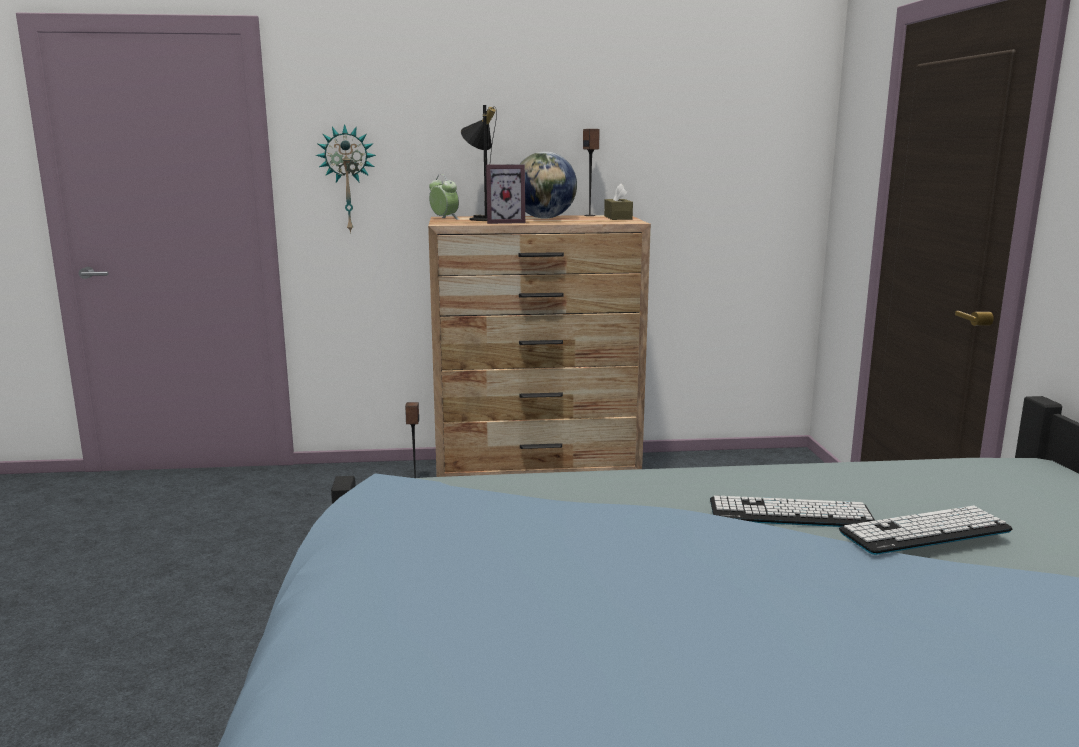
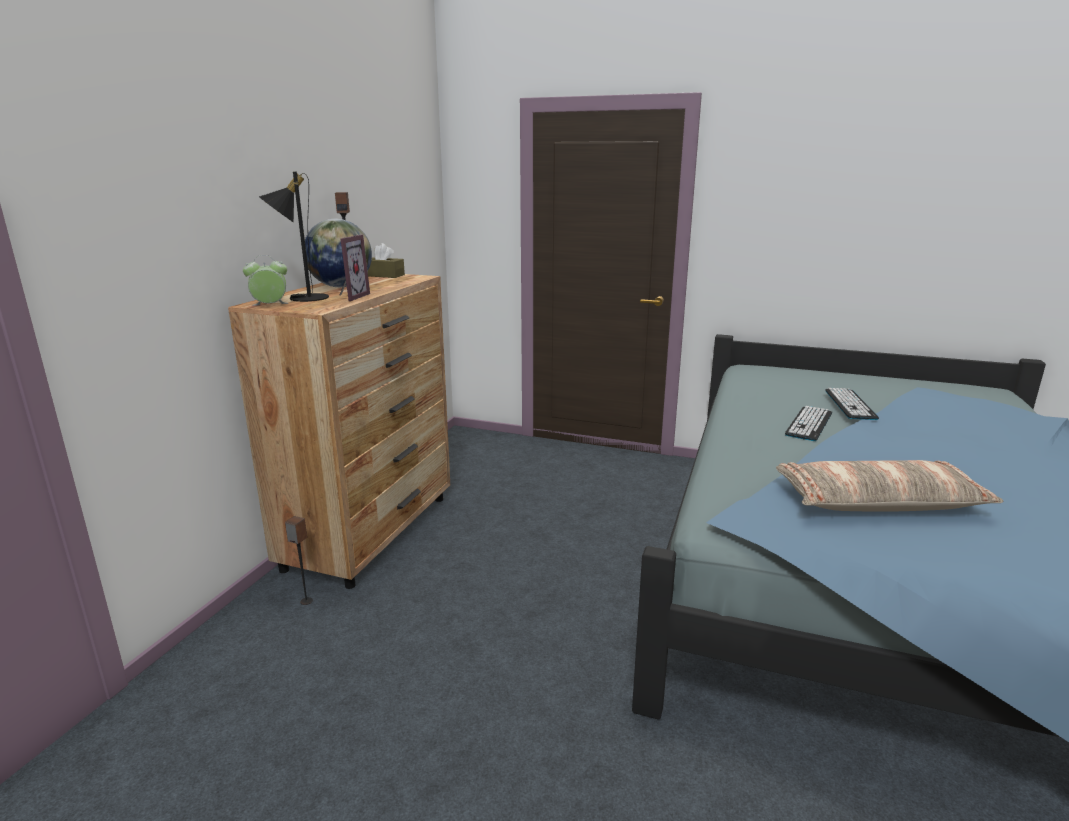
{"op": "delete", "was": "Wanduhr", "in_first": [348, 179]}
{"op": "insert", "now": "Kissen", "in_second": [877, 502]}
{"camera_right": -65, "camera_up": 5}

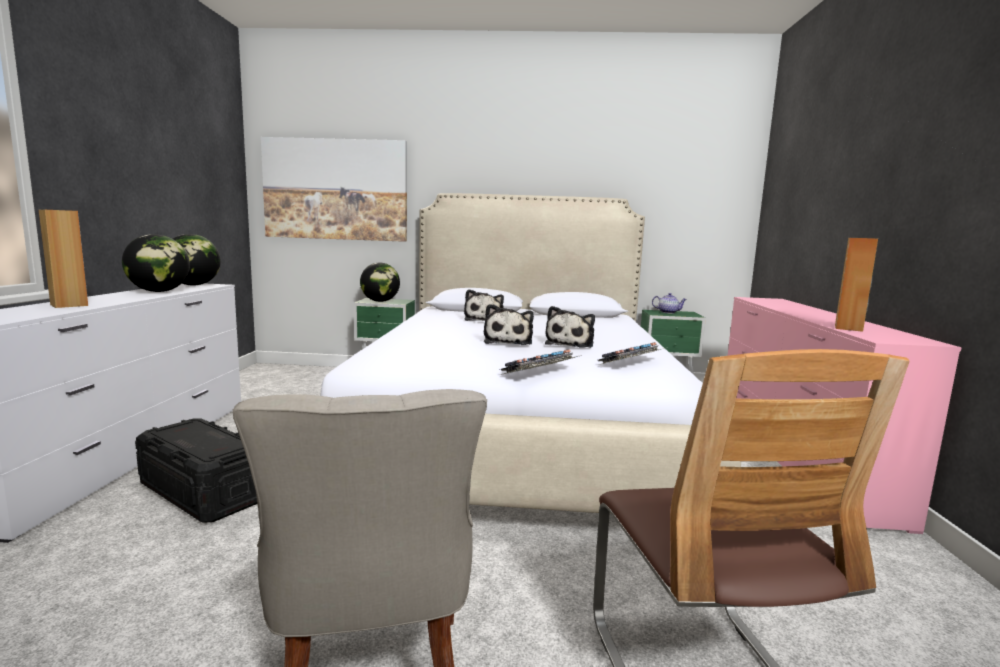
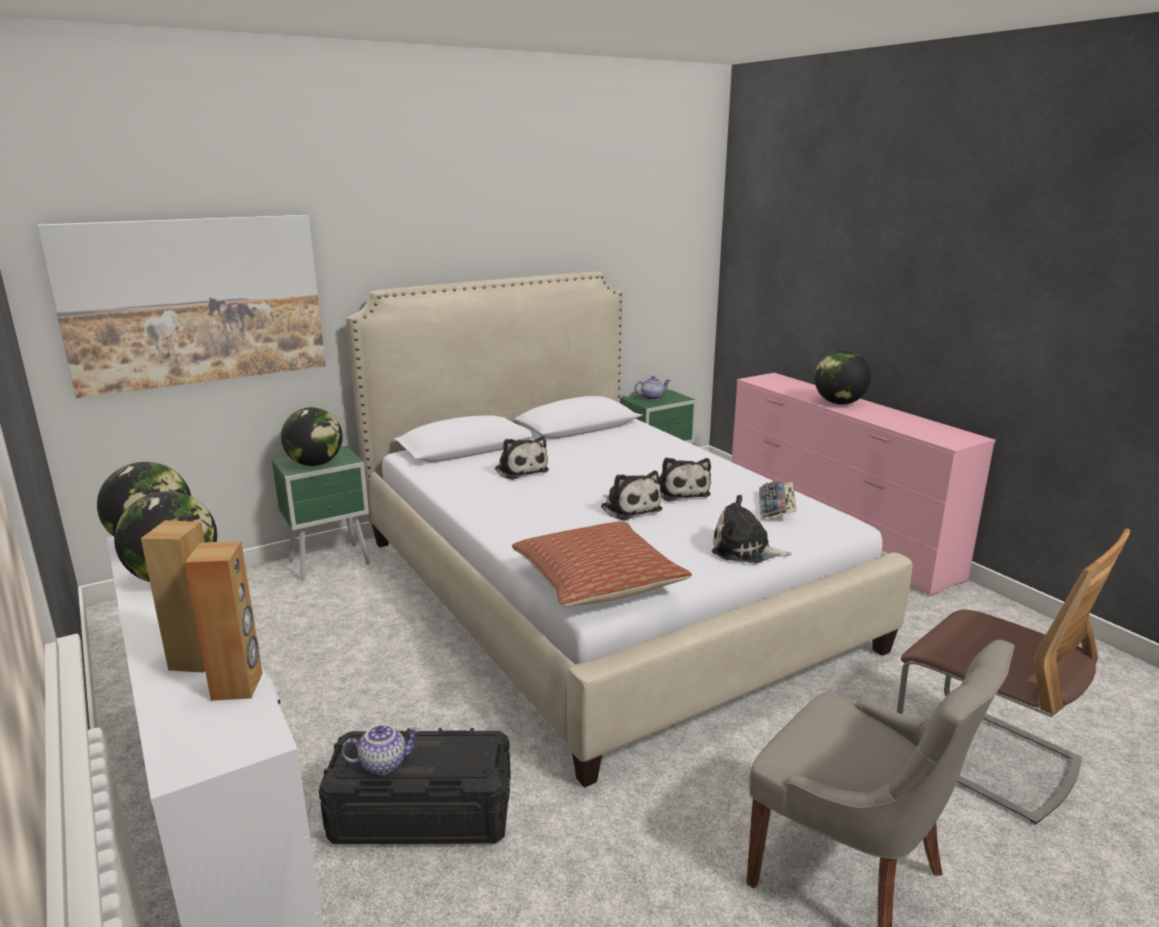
{"op": "move", "was": "Lautsprecher/braun", "in_first": [849, 328], "in_second": [238, 686]}
{"op": "replace", "was": "Tastatur", "now": "Plüschtier", "in_first": [540, 373], "in_second": [745, 550]}
{"op": "insert", "now": "Globus", "in_second": [839, 403]}
{"op": "insert", "now": "Kissen", "in_second": [597, 582]}
{"op": "insert", "now": "Teekanne", "in_second": [383, 763]}
{"camera_right": -35, "camera_up": 10}

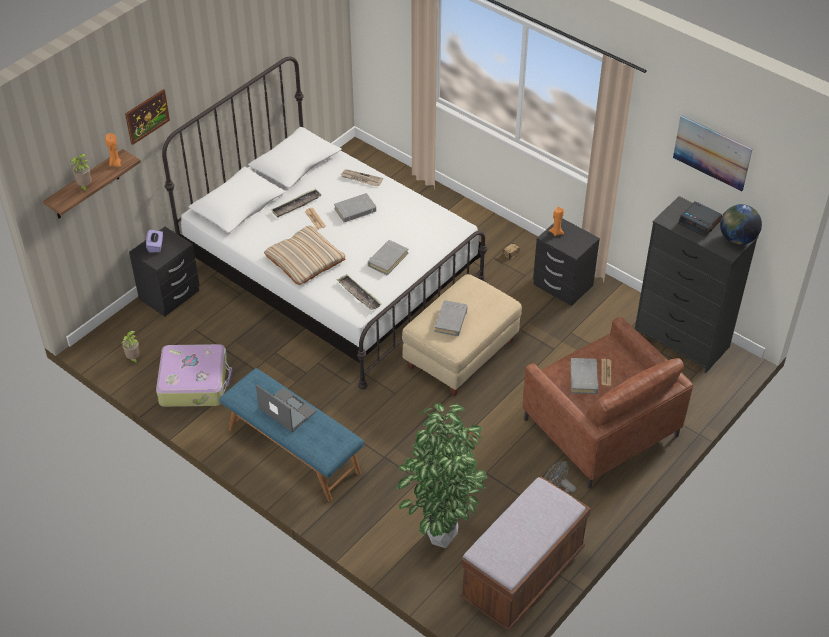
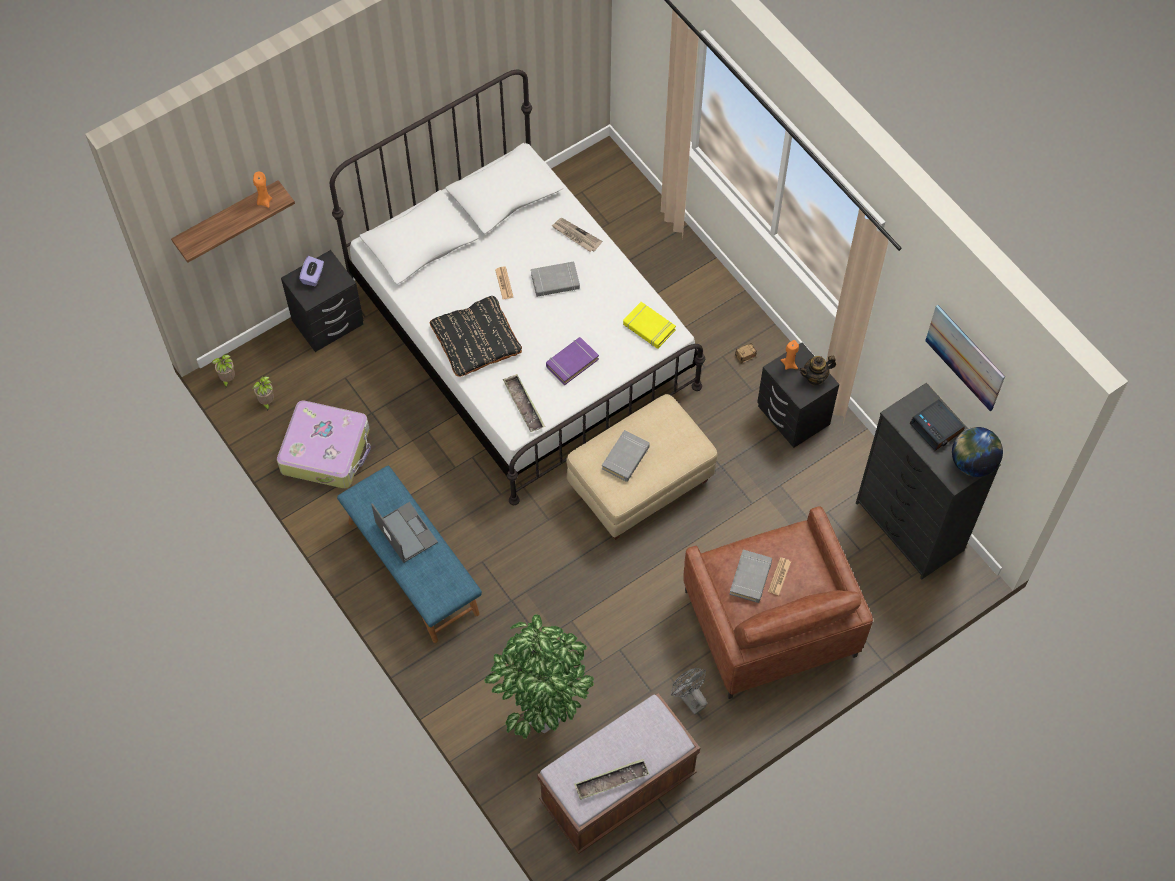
{"op": "delete", "was": "Bild", "in_first": [147, 116]}
{"op": "move", "was": "Topfpflanze", "in_first": [84, 187], "in_second": [227, 379]}
{"op": "move", "was": "Tablett", "in_first": [296, 205], "in_second": [611, 781]}
{"op": "recolor", "was": "Kissen/beige", "now": "Kissen/schwarz", "in_first": [305, 259], "in_second": [476, 340]}
{"op": "recolor", "was": "Buch/grau", "now": "Buch/lila", "in_first": [387, 259], "in_second": [572, 362]}
{"op": "insert", "now": "Buch/gelb", "in_second": [648, 327]}
{"op": "insert", "now": "Teekanne", "in_second": [815, 377]}
{"camera_right": 15, "camera_up": 15}

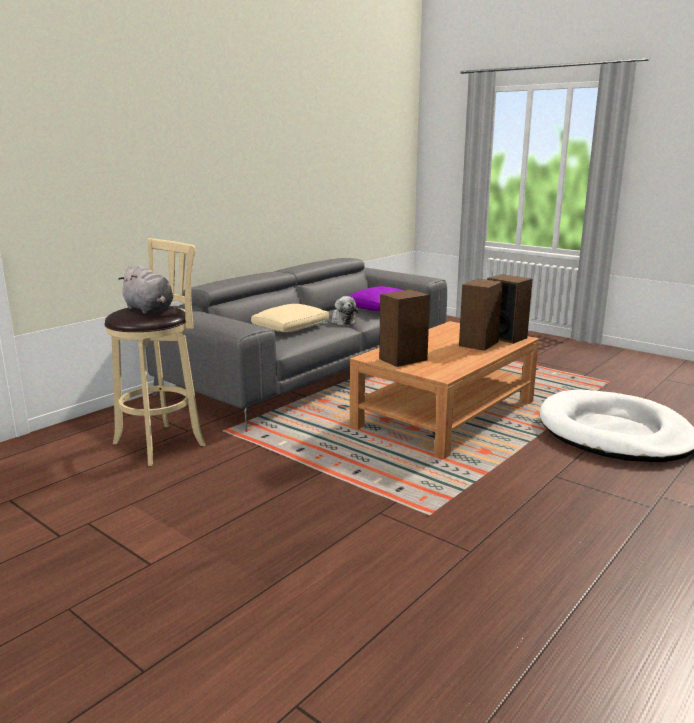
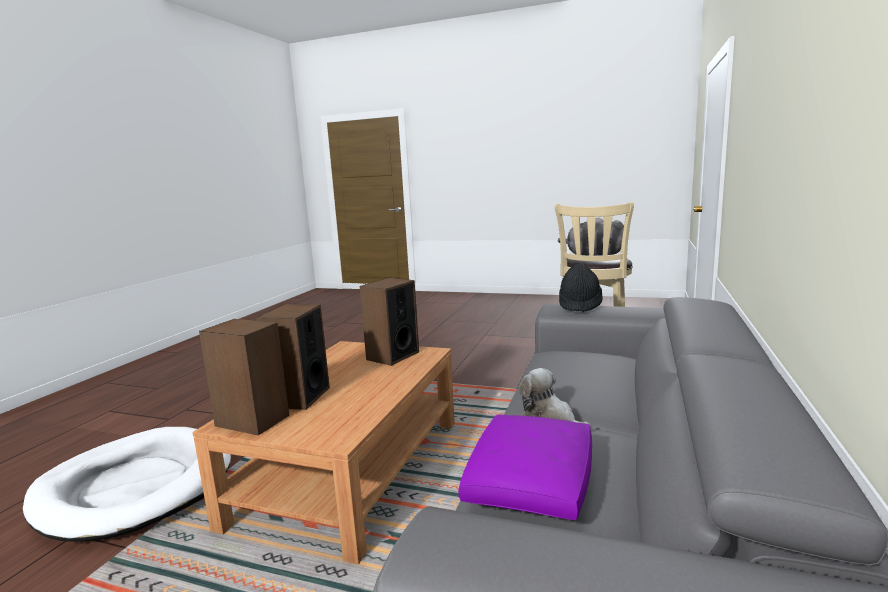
{"op": "delete", "was": "Kissen/beige", "in_first": [291, 328]}
{"op": "insert", "now": "Hut/schwarz", "in_second": [580, 305]}
{"camera_right": 160, "camera_up": -5}

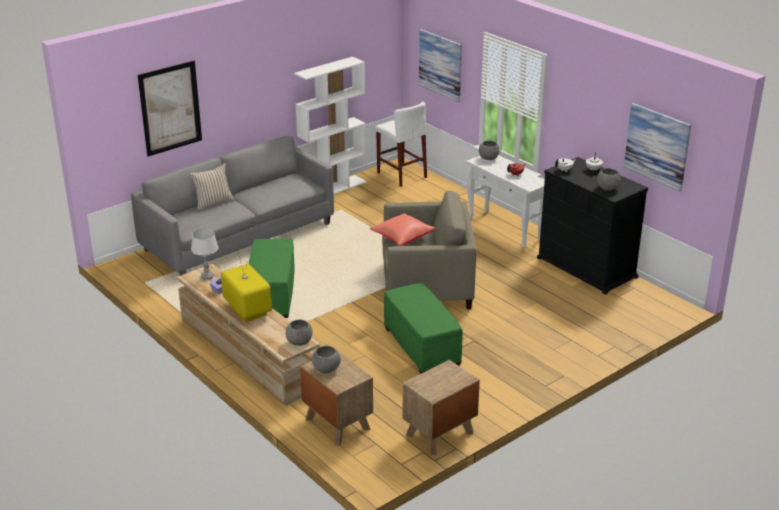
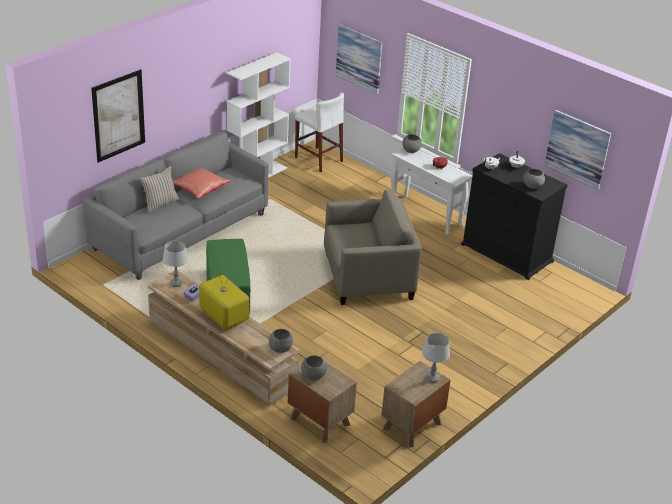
{"op": "move", "was": "Kissen/rot", "in_first": [402, 238], "in_second": [200, 189]}
{"op": "delete", "was": "Polsterhocker/grün", "in_first": [421, 346]}
{"op": "insert", "now": "Tischlampe/grau", "in_second": [432, 379]}
{"camera_right": -10, "camera_up": 5}

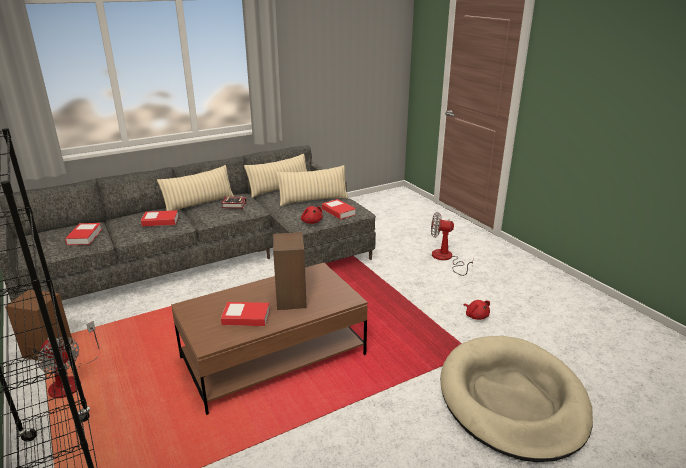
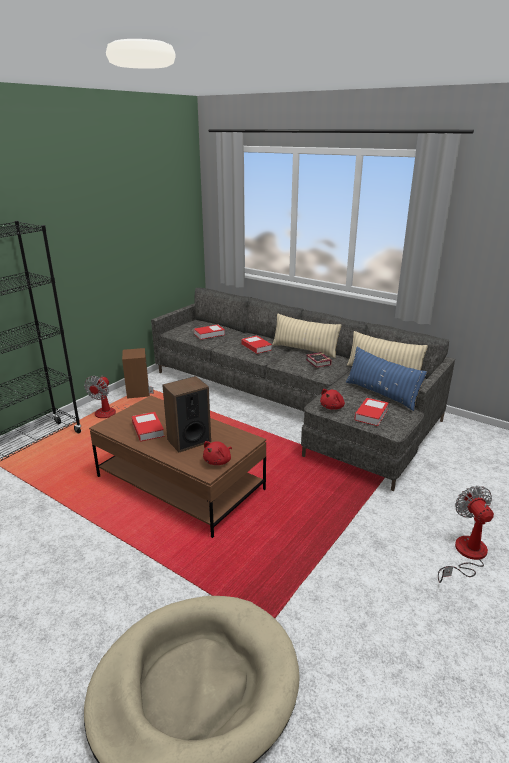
{"op": "recolor", "was": "Kissen/beige", "now": "Kissen/blau", "in_first": [313, 200], "in_second": [381, 394]}
{"op": "move", "was": "Plüschtier/rot", "in_first": [476, 316], "in_second": [218, 461]}
{"camera_right": 65, "camera_up": 0}

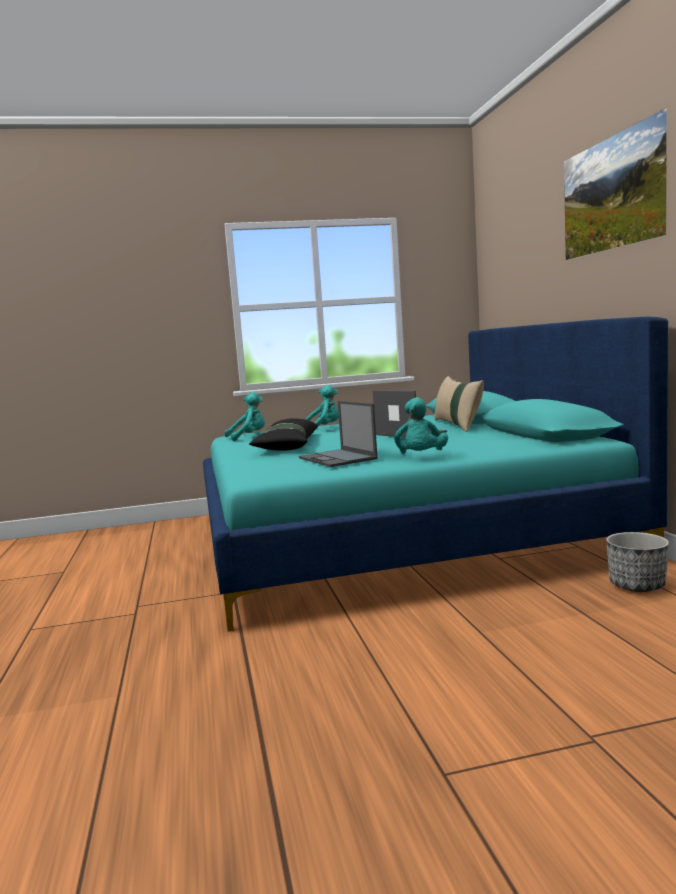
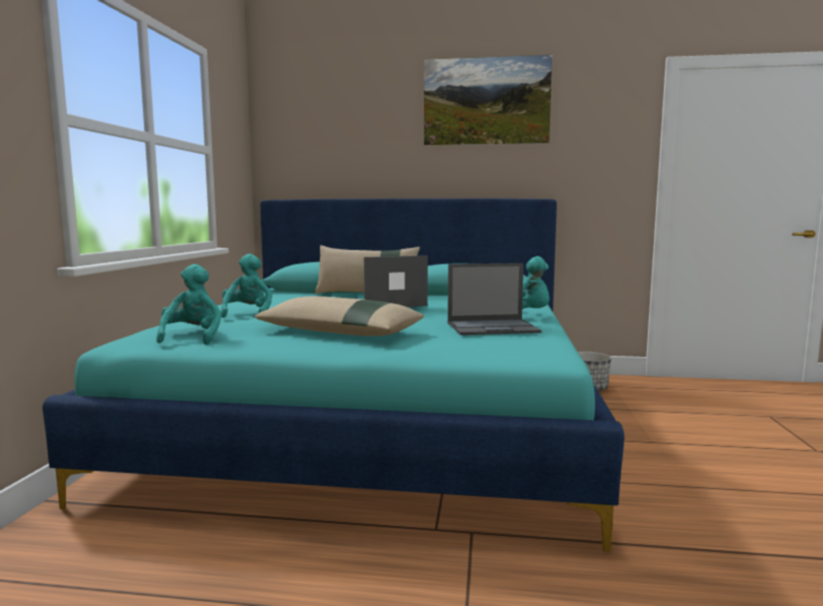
{"op": "recolor", "was": "Kissen/schwarz", "now": "Kissen/beige", "in_first": [287, 446], "in_second": [339, 332]}
{"camera_right": -70, "camera_up": 0}

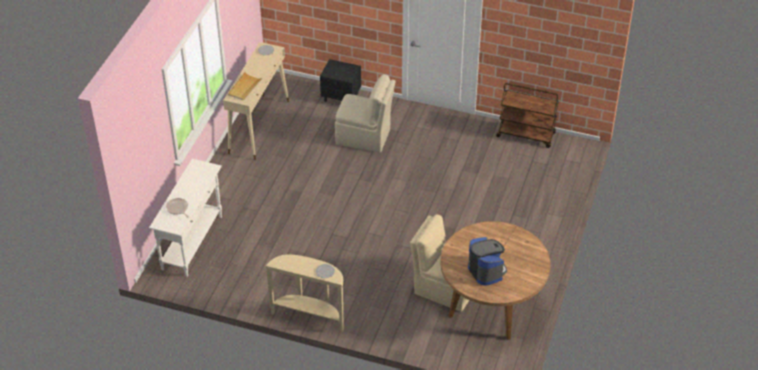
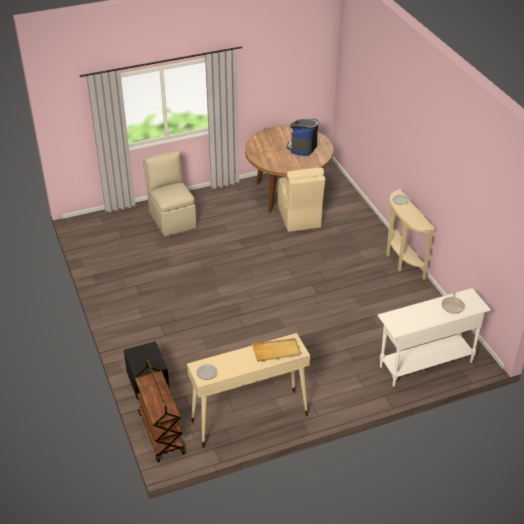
{"op": "move", "was": "Stuhl/beige", "in_first": [364, 137], "in_second": [172, 219]}
{"op": "move", "was": "Rollwagen/braun", "in_first": [526, 135], "in_second": [160, 432]}
{"camera_right": -130, "camera_up": -5}

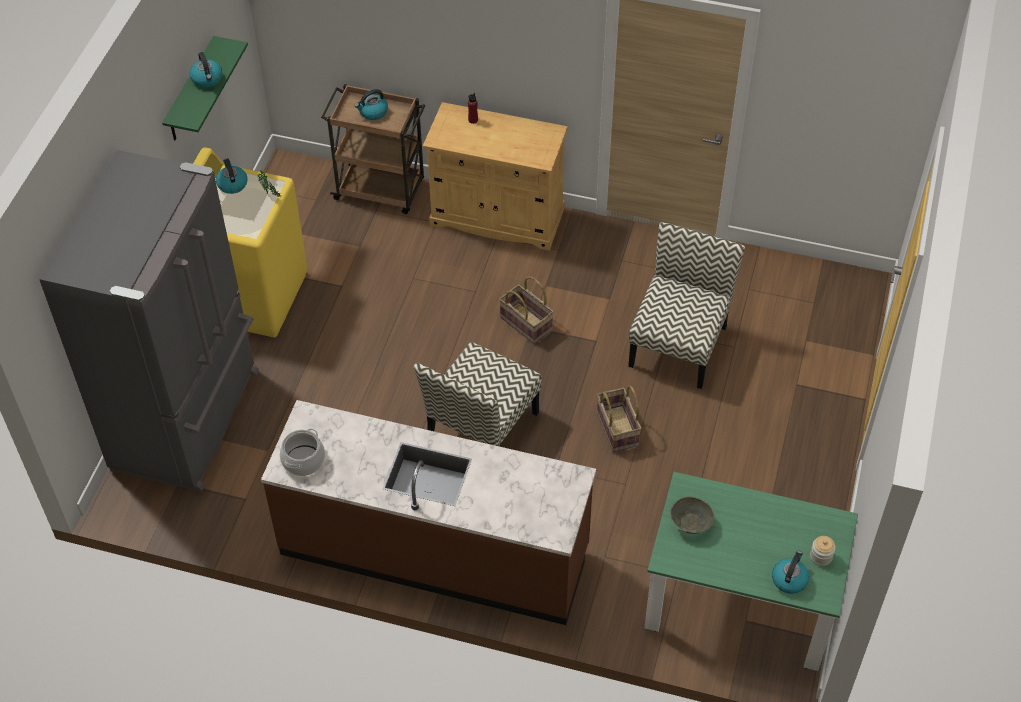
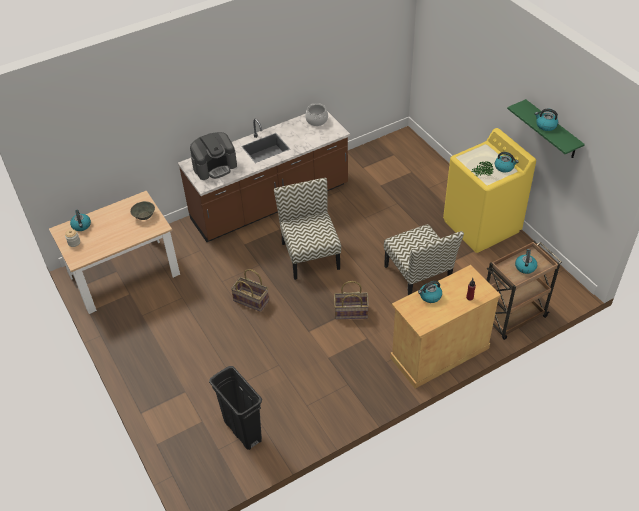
{"op": "delete", "was": "Kühlschrank/grau", "in_first": [189, 419]}
{"op": "move", "was": "Stuhl", "in_first": [678, 344], "in_second": [418, 277]}
{"op": "recolor", "was": "Esstisch/grün", "now": "Esstisch/beige", "in_first": [740, 603], "in_second": [124, 275]}
{"op": "insert", "now": "Kaffeemaschine", "in_second": [215, 166]}
{"op": "insert", "now": "Wasserkessel", "in_second": [430, 296]}
{"op": "insert", "now": "Mülleimer/schwarz", "in_second": [242, 431]}
{"camera_right": 135, "camera_up": -5}

